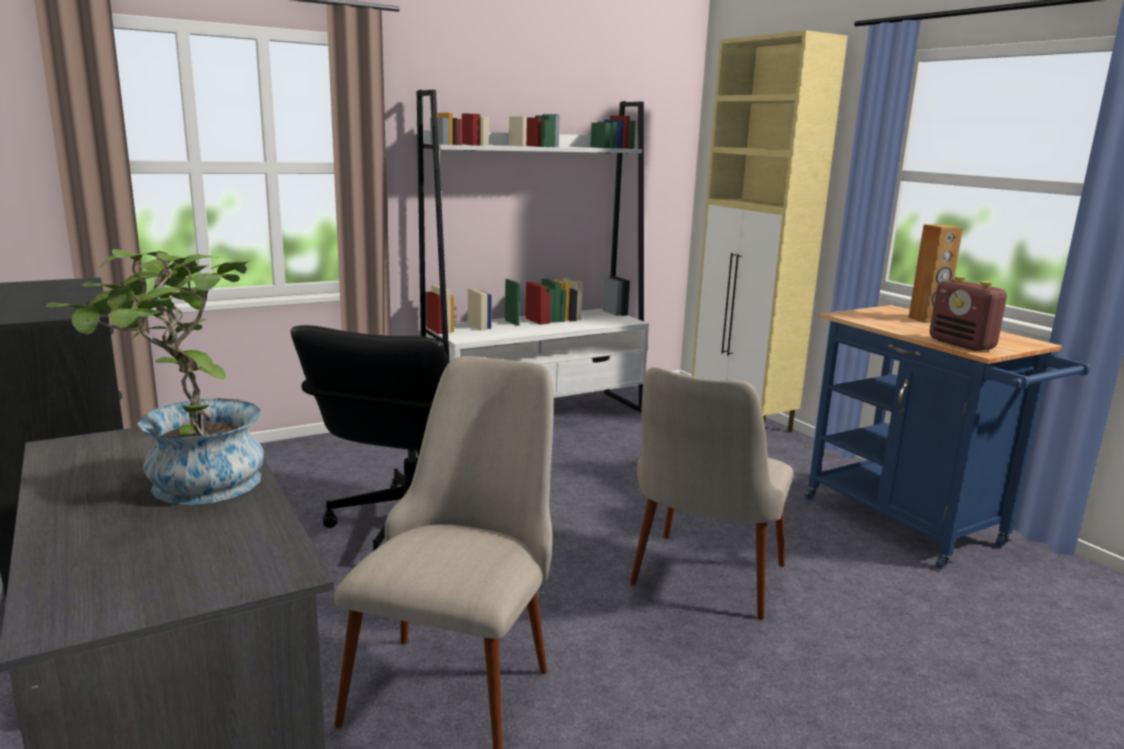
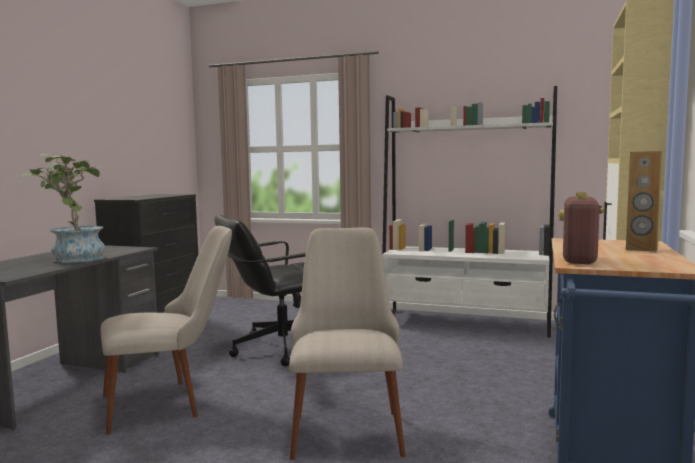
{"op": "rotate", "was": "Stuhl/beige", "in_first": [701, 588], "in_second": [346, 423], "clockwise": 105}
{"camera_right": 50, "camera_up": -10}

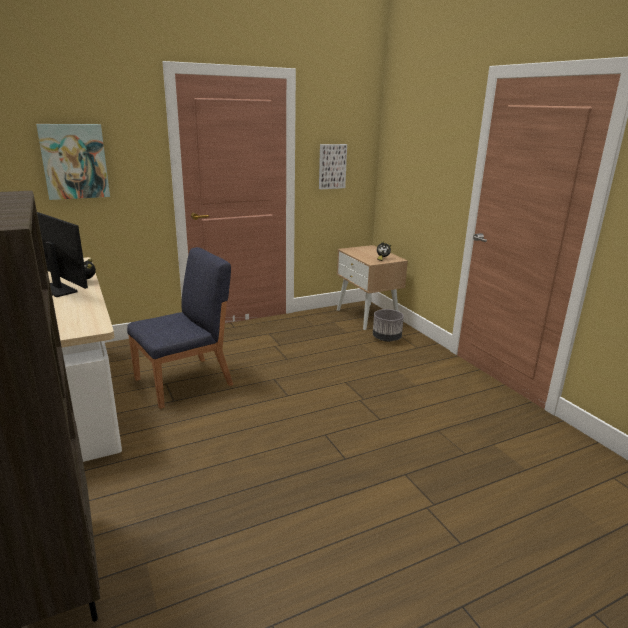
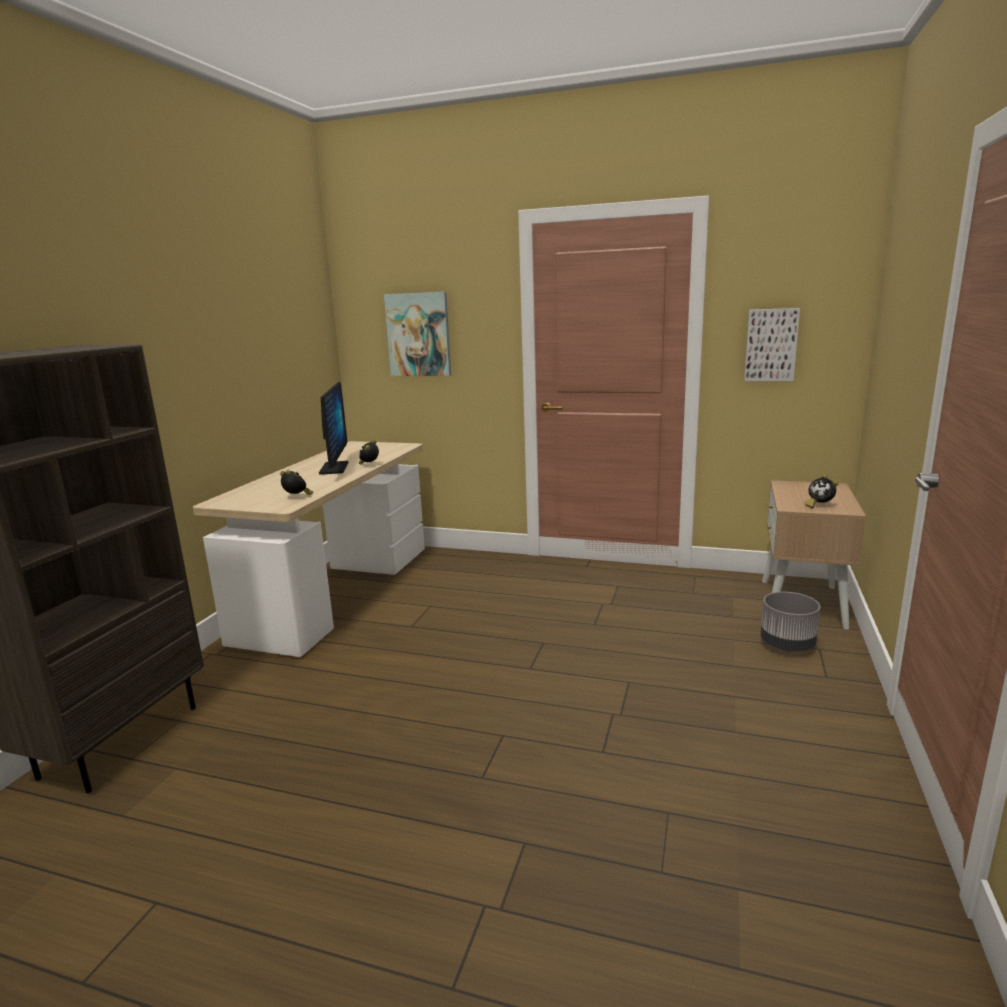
{"op": "delete", "was": "Stuhl/blau", "in_first": [185, 381]}
{"op": "insert", "now": "Wecker", "in_second": [297, 497]}
{"camera_right": 45, "camera_up": -5}

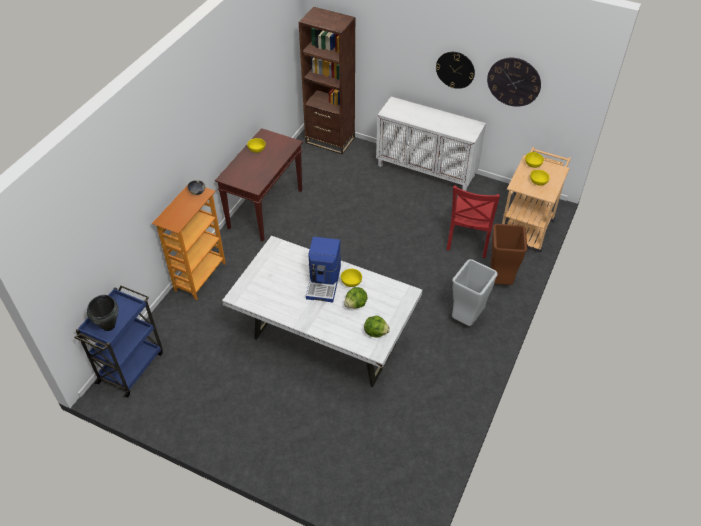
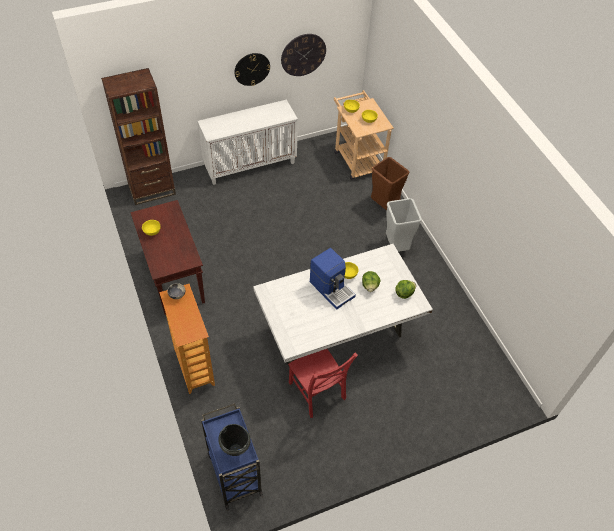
{"op": "move", "was": "Stuhl/rot", "in_first": [468, 241], "in_second": [318, 393]}
{"camera_right": -50, "camera_up": 5}

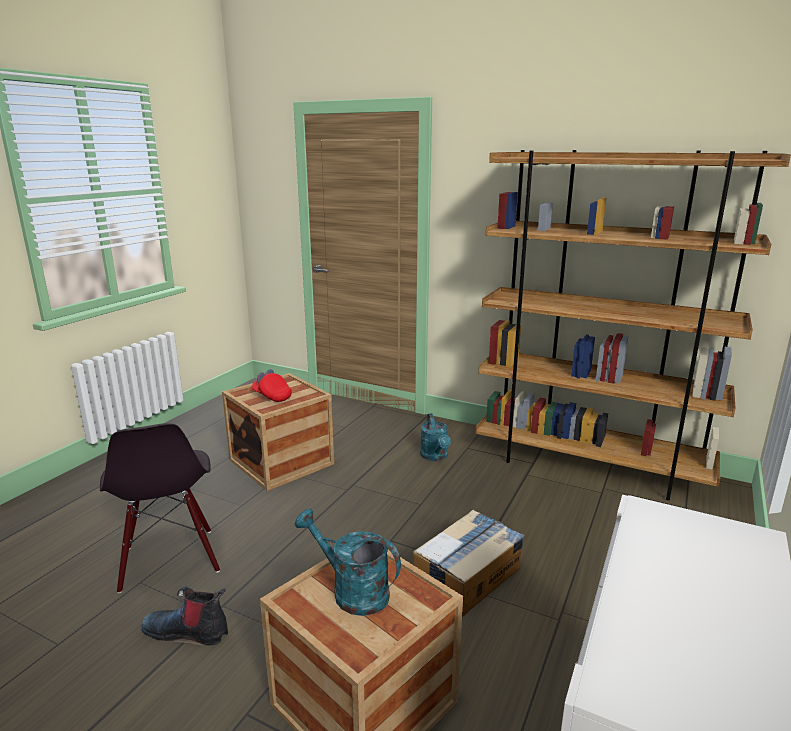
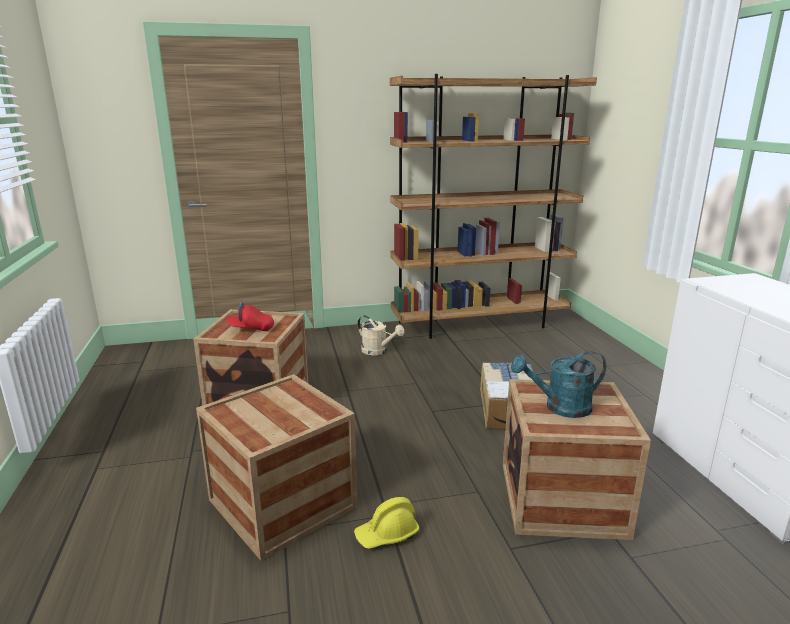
{"op": "recolor", "was": "Gießkanne/türkis", "now": "Gießkanne/beige", "in_first": [435, 457], "in_second": [378, 351]}
{"op": "replace", "was": "Stuhl/schwarz", "now": "Kiste", "in_first": [169, 560], "in_second": [282, 503]}
{"op": "replace", "was": "Stiefel", "now": "Schutzhelm/gelb", "in_first": [188, 631], "in_second": [387, 534]}
{"camera_right": -40, "camera_up": 0}

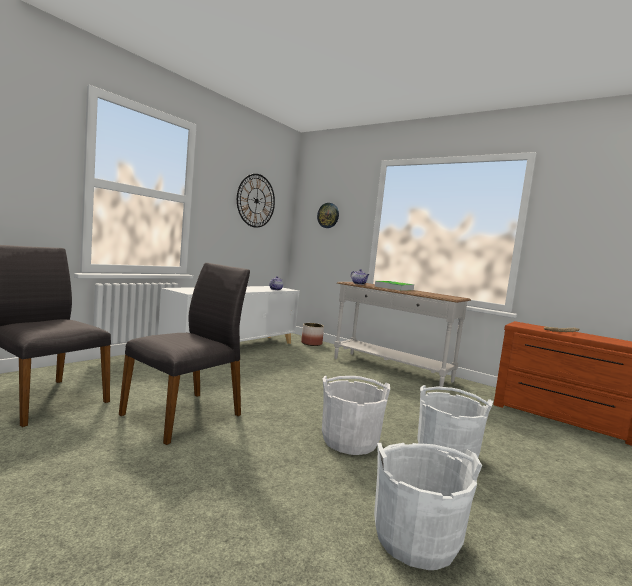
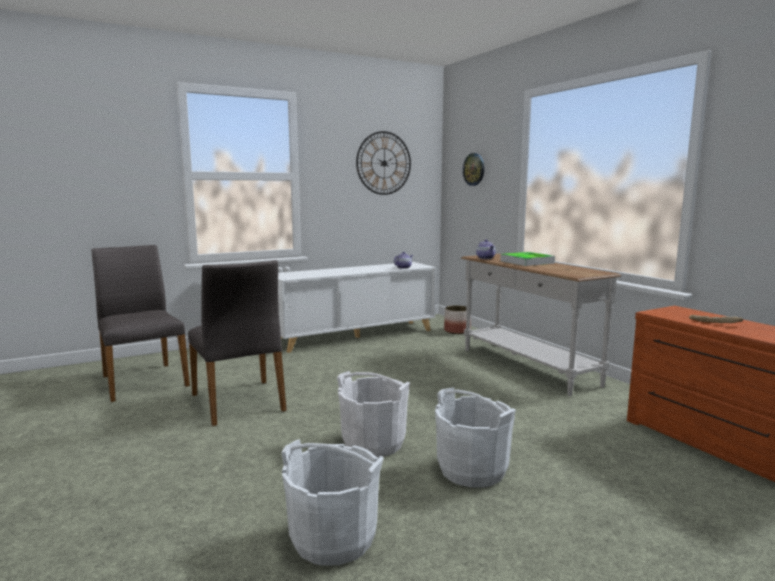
{"op": "rotate", "was": "Stuhl/grau", "in_first": [184, 415], "in_second": [239, 402], "clockwise": 90}
{"camera_right": 25, "camera_up": 5}

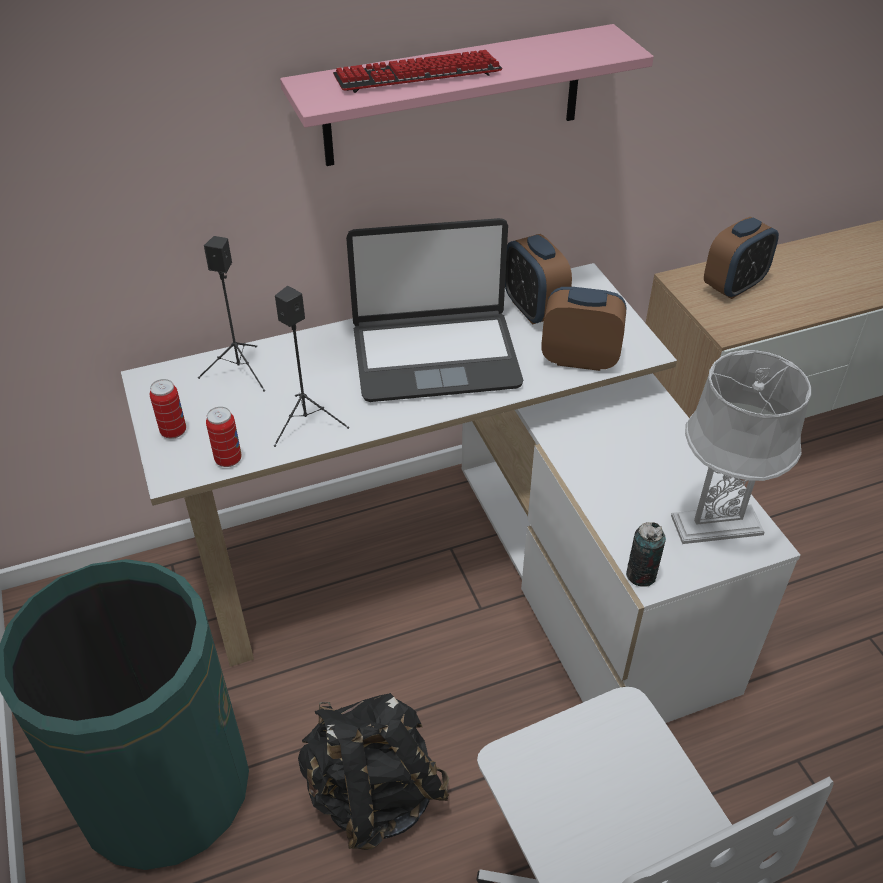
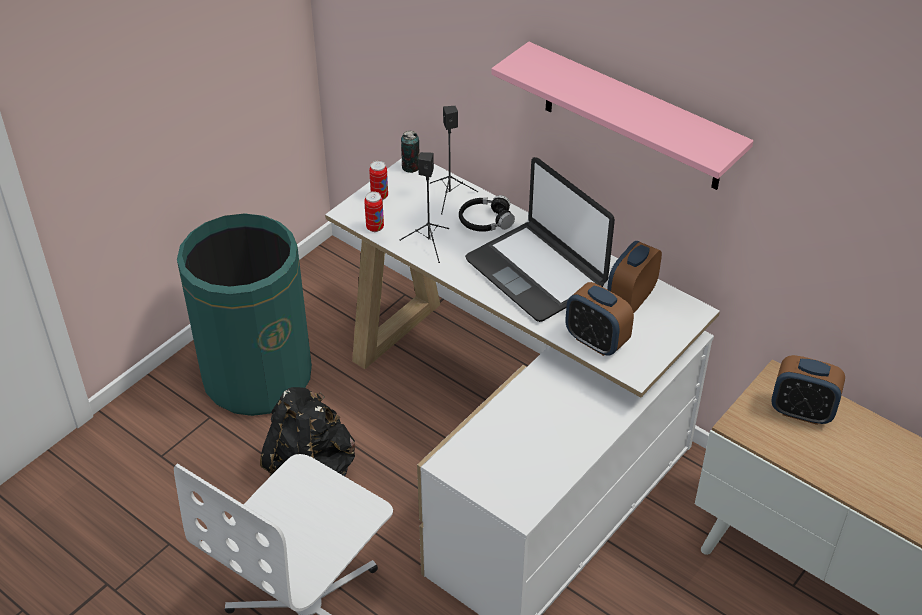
{"op": "delete", "was": "Tastatur", "in_first": [417, 75]}
{"op": "rotate", "was": "Wecker", "in_first": [579, 359], "in_second": [596, 341], "clockwise": 150}
{"op": "delete", "was": "Tischlampe/grau", "in_first": [716, 525]}
{"op": "move", "was": "Dose", "in_first": [641, 575], "in_second": [410, 167]}
{"op": "insert", "now": "Kopfhörer/schwarz", "in_second": [485, 221]}
{"camera_right": 60, "camera_up": 0}

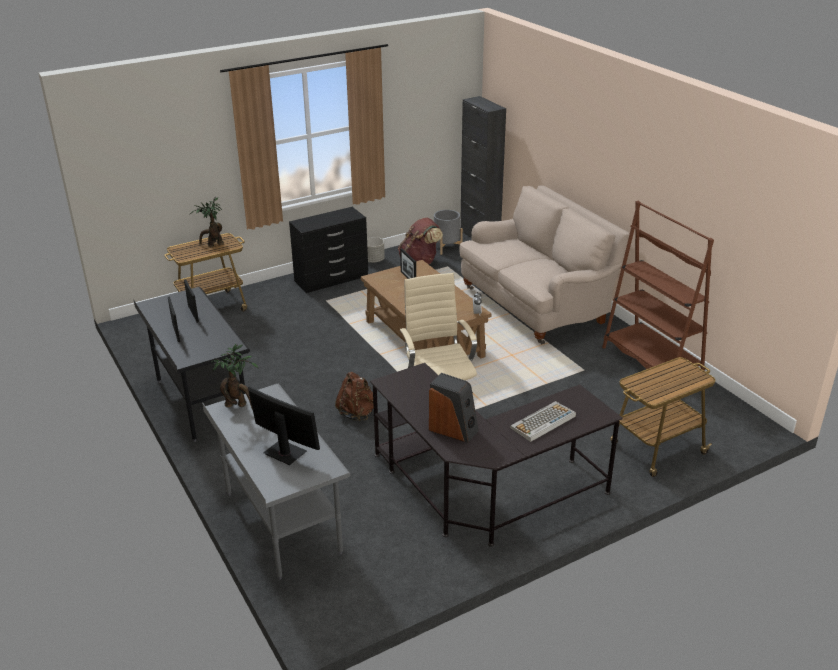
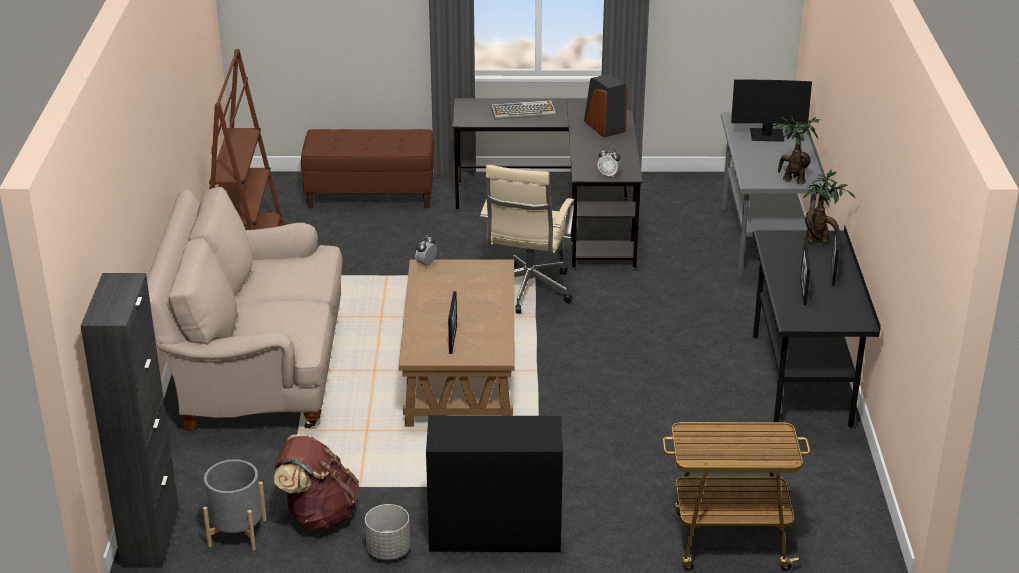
{"op": "move", "was": "Topfpflanze", "in_first": [213, 244], "in_second": [820, 241]}
{"op": "replace", "was": "Rollwagen", "now": "Bank/braun", "in_first": [656, 449], "in_second": [370, 195]}
{"op": "delete", "was": "Rucksack/braun", "in_first": [357, 413]}
{"op": "rotate", "was": "Monitor", "in_first": [285, 453], "in_second": [767, 136], "clockwise": -60}
{"op": "insert", "now": "Wecker", "in_second": [609, 175]}
{"camera_right": -150, "camera_up": 0}

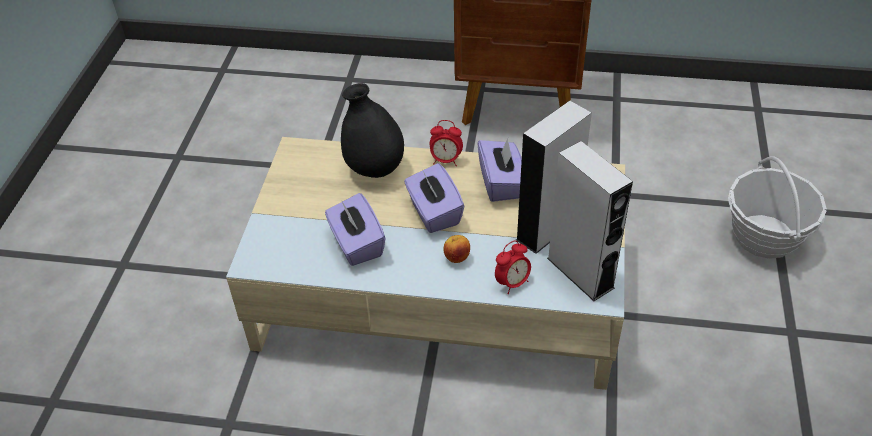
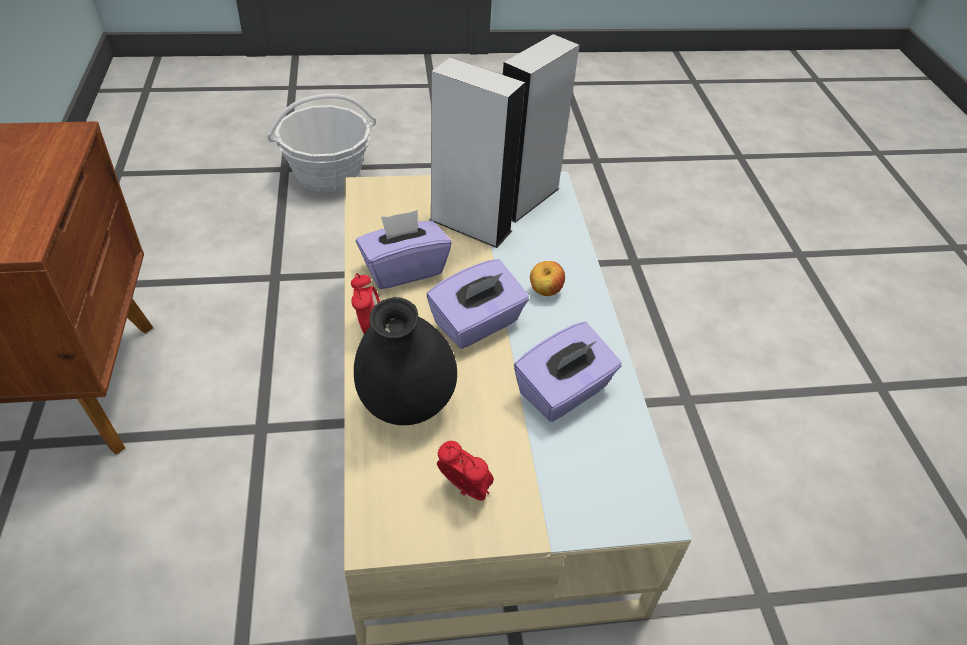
{"op": "move", "was": "Wecker", "in_first": [512, 283], "in_second": [464, 492]}
{"camera_right": -110, "camera_up": 0}

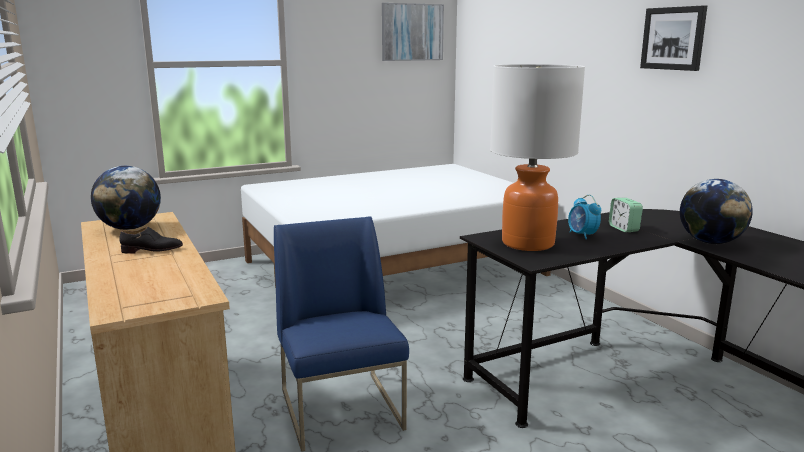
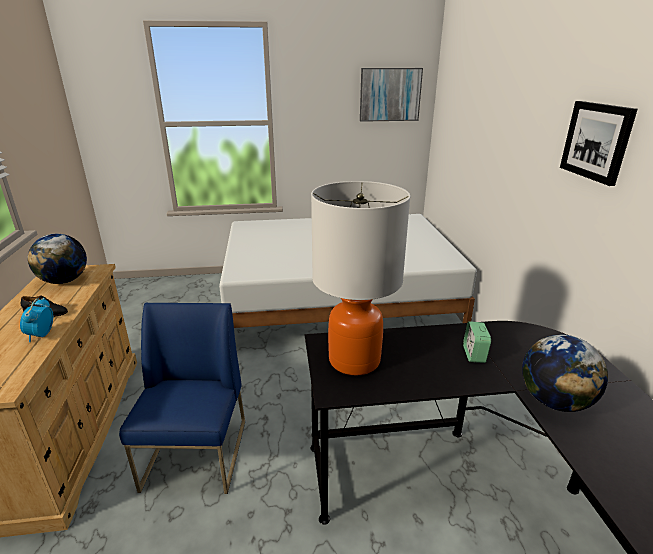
{"op": "move", "was": "Wecker", "in_first": [582, 235], "in_second": [41, 335]}
{"camera_right": 20, "camera_up": 10}

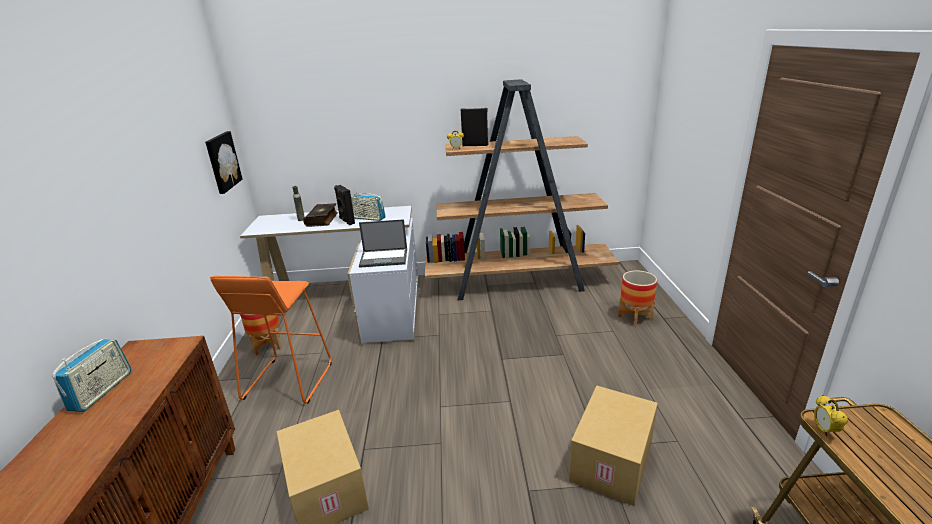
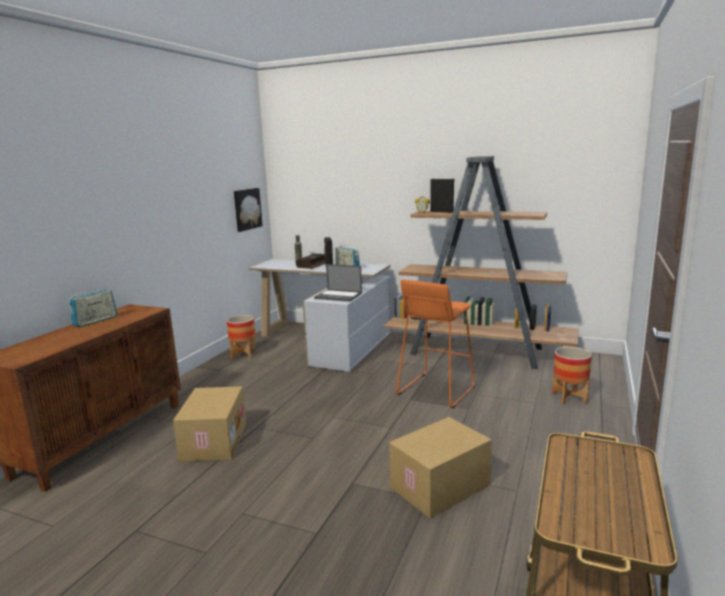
{"op": "move", "was": "Hocker/orange", "in_first": [288, 381], "in_second": [435, 390]}
{"op": "delete", "was": "Wecker", "in_first": [824, 430]}
{"camera_right": 25, "camera_up": -10}

